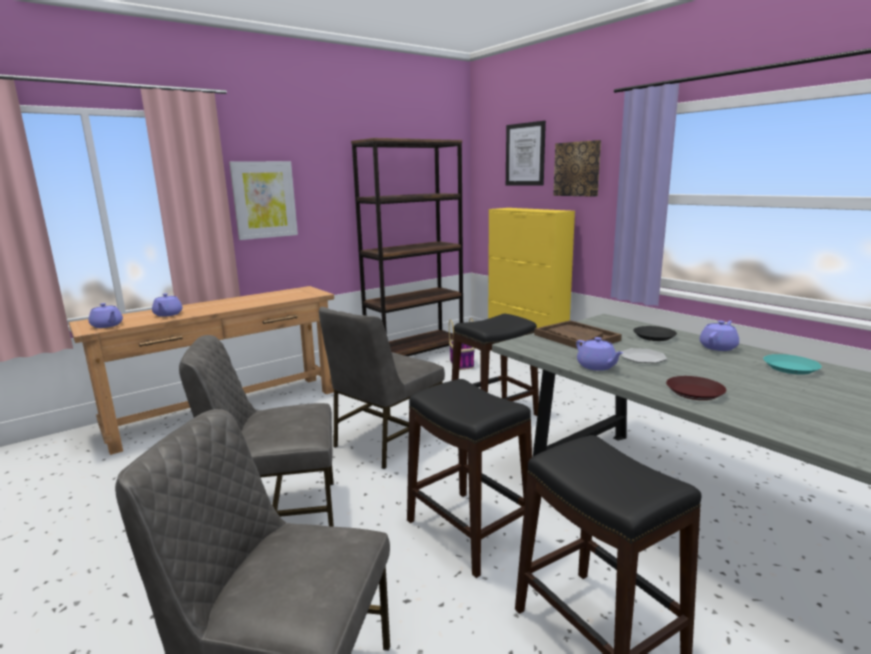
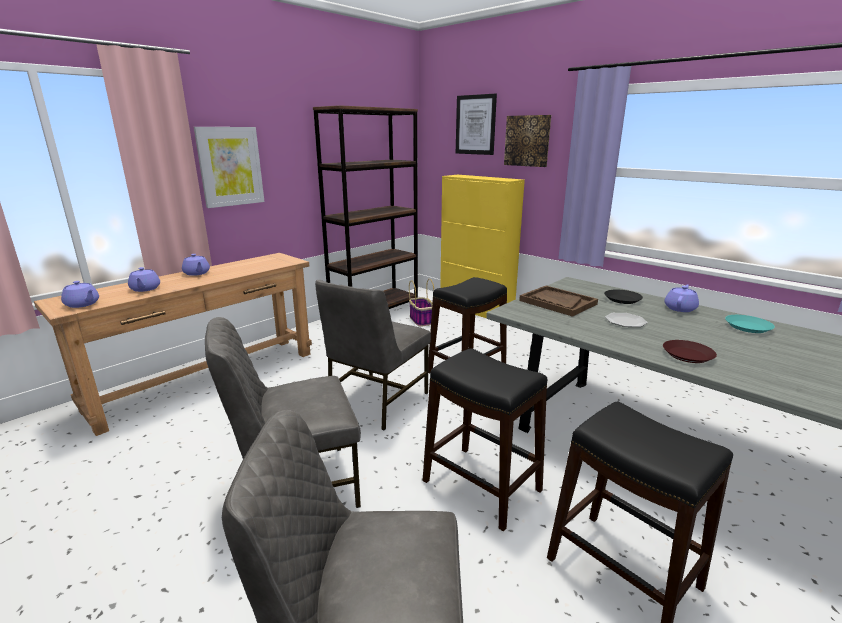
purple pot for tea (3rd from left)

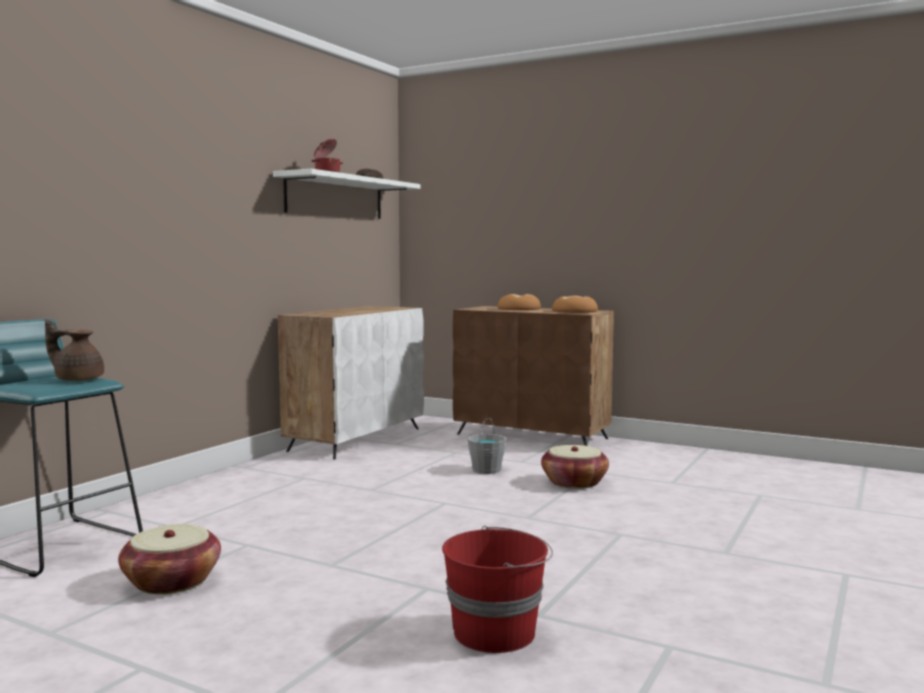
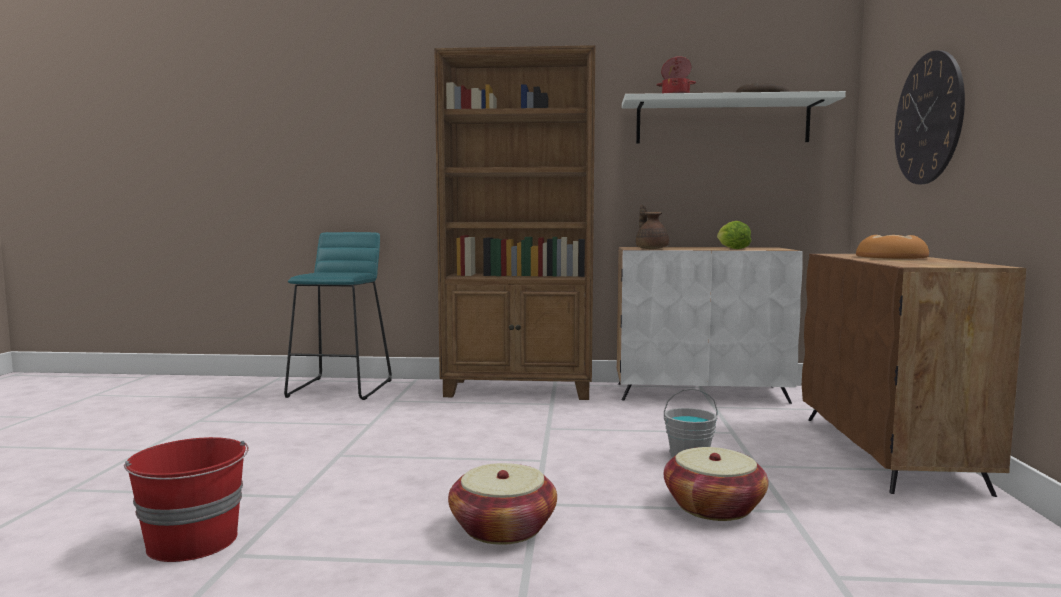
brownish pot for tea
storage basket (1st from left)
baked bread (3rd from left in the first image)
brownish bookcase
lettuce head
hanging clock

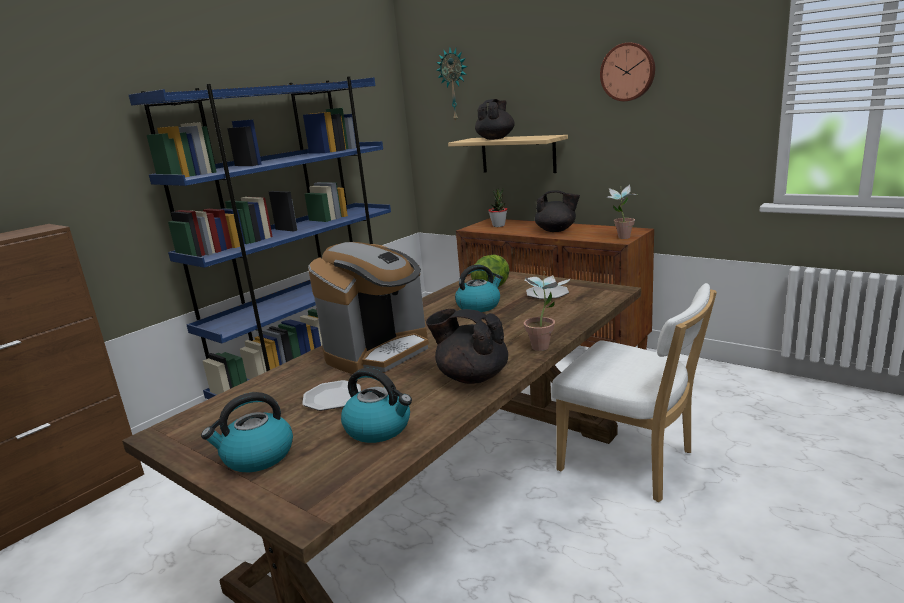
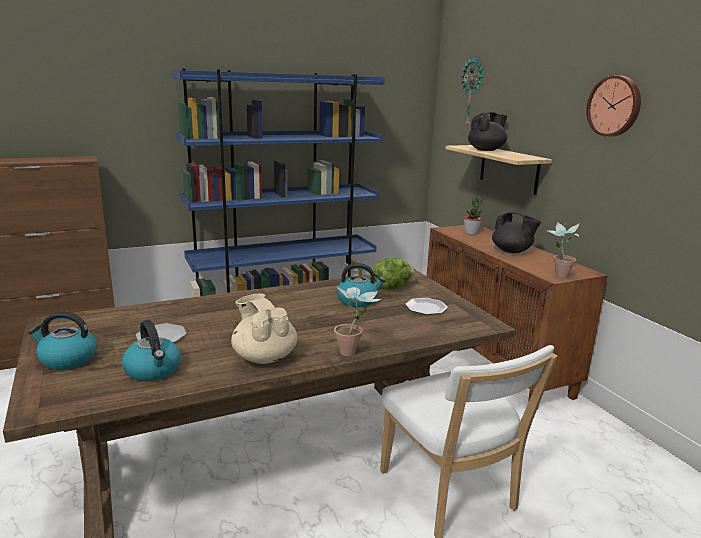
coffee machine
sand-coloured pot for tea

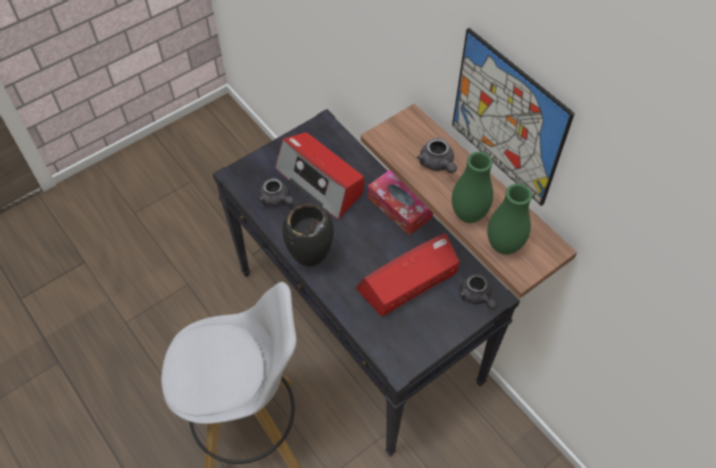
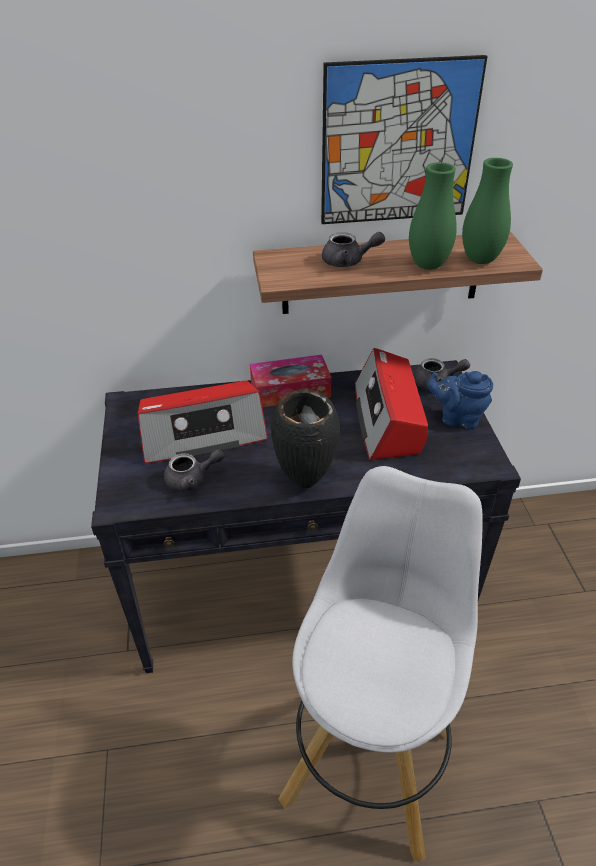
blue-coloured pot for tea

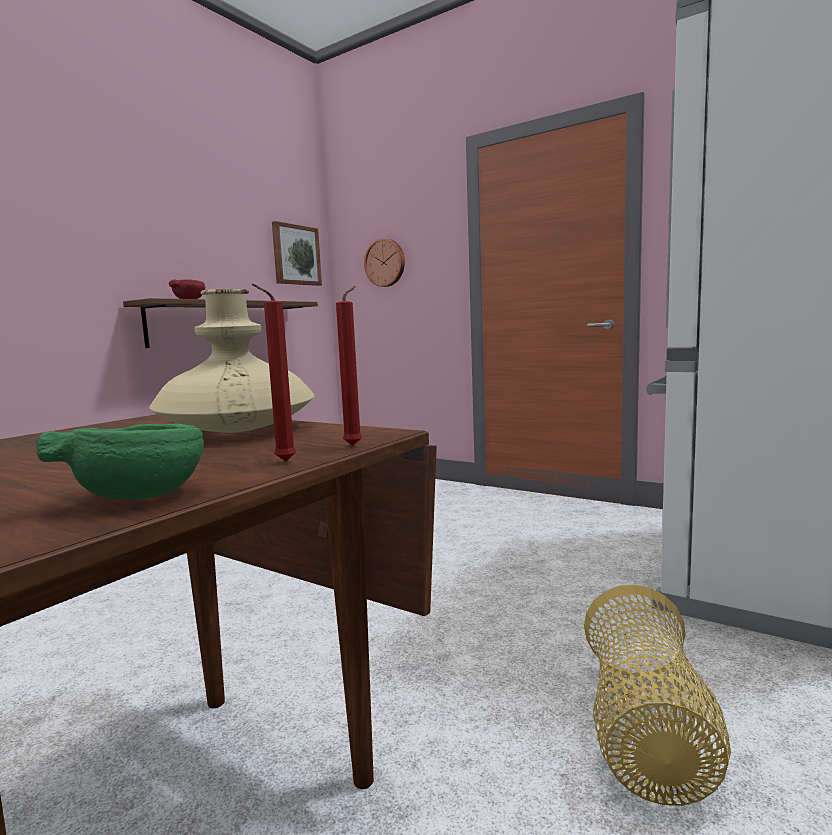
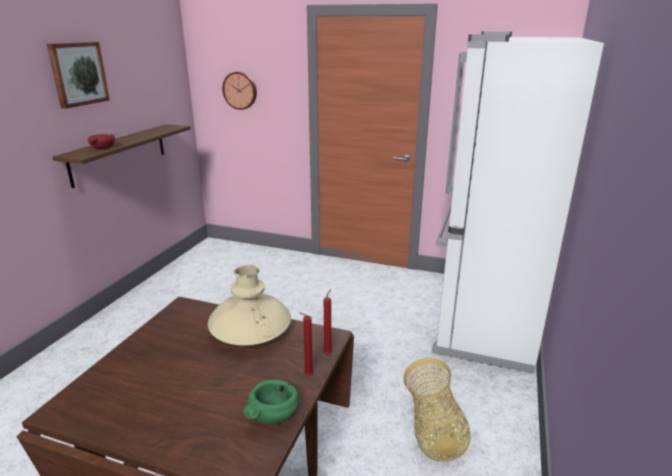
wall art

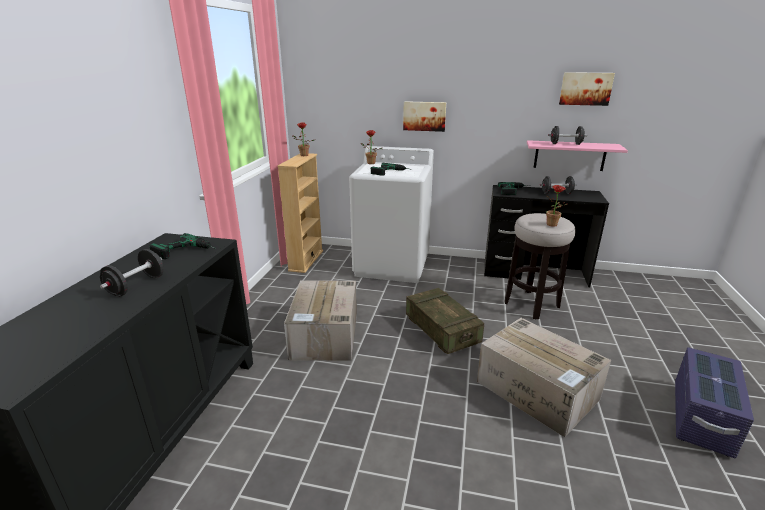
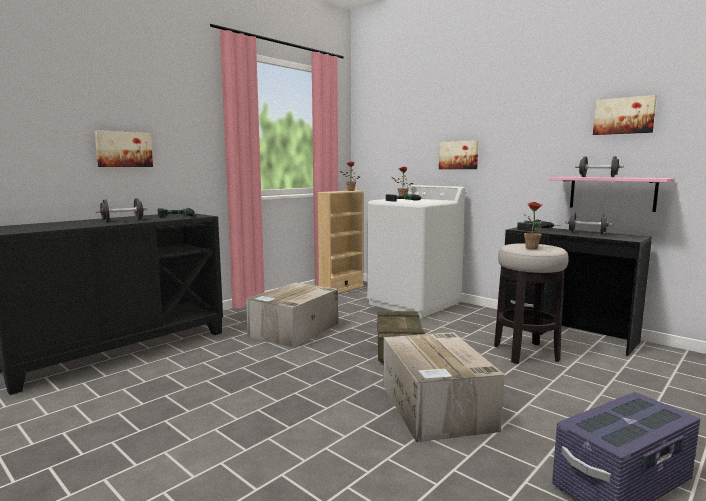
wall art (1st from left)

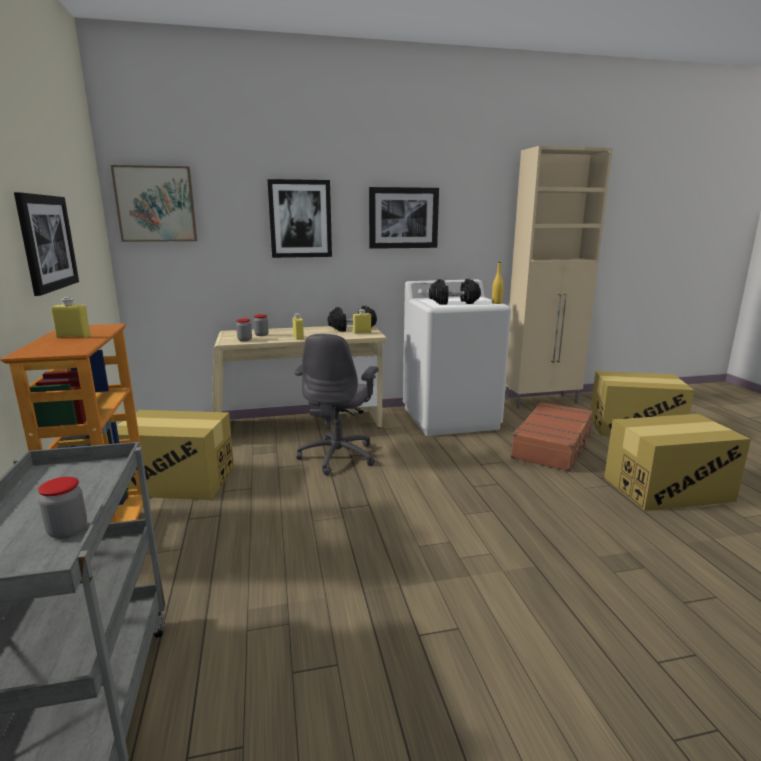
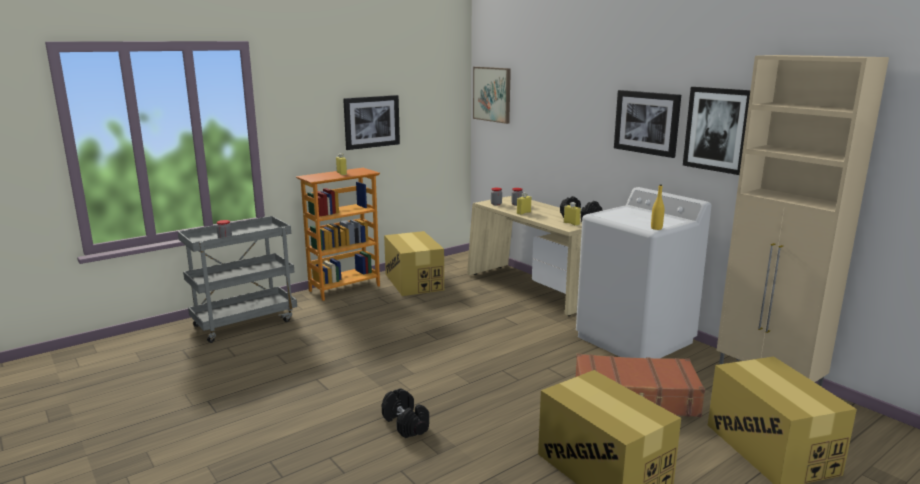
wall art (4th from left)
greyish office chair
blackish hand weight (1st from left)

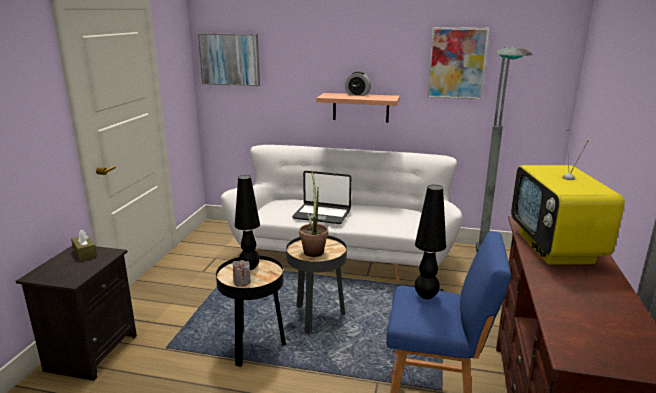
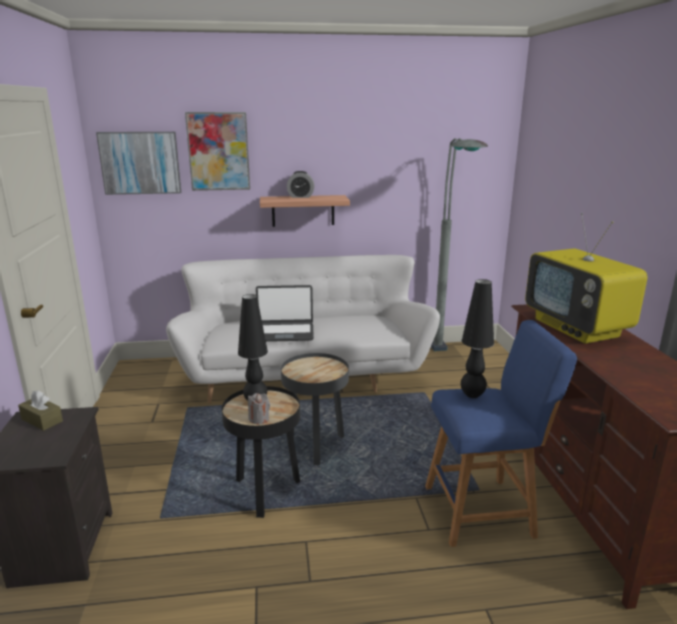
plant in a pot
wall art (2nd from left)

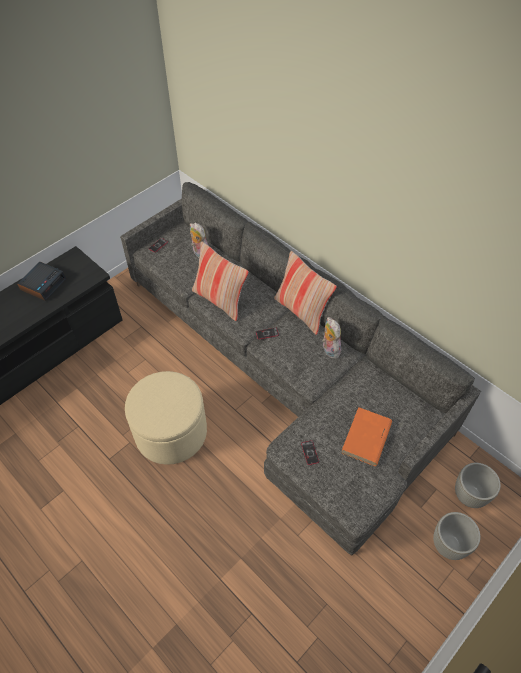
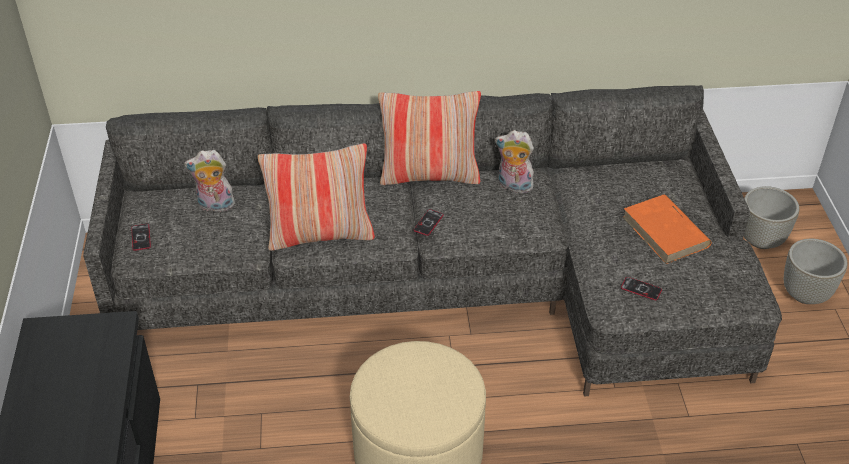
alarm clock

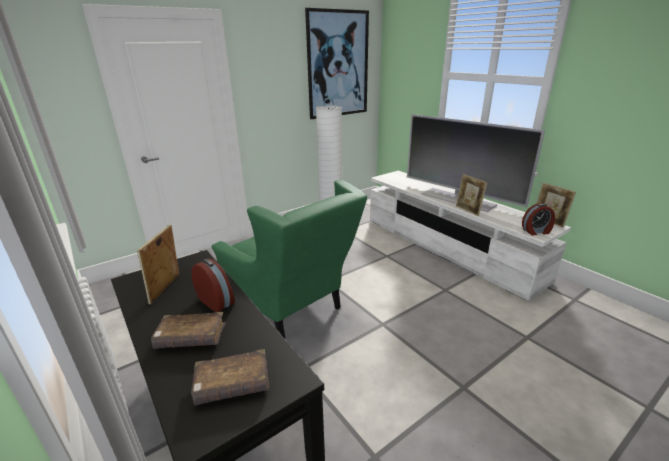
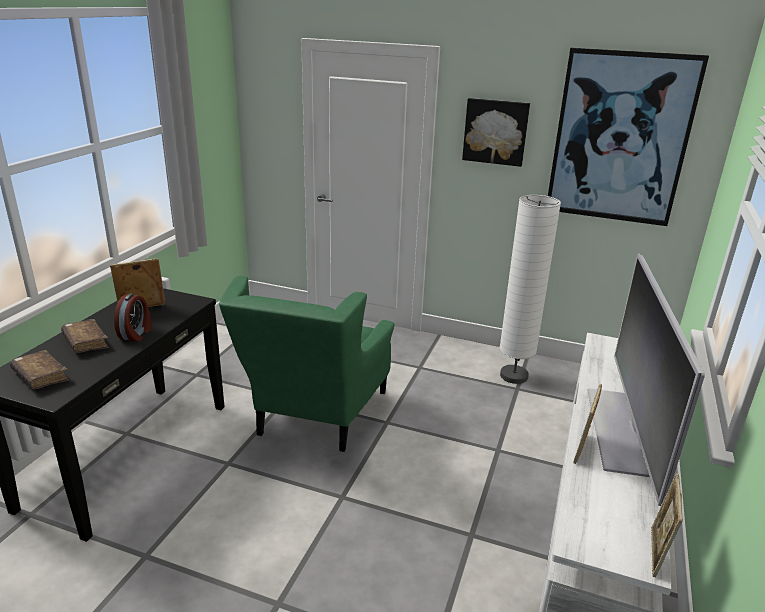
alarm clock (2nd from left in the first image)
wall art (1st from left)

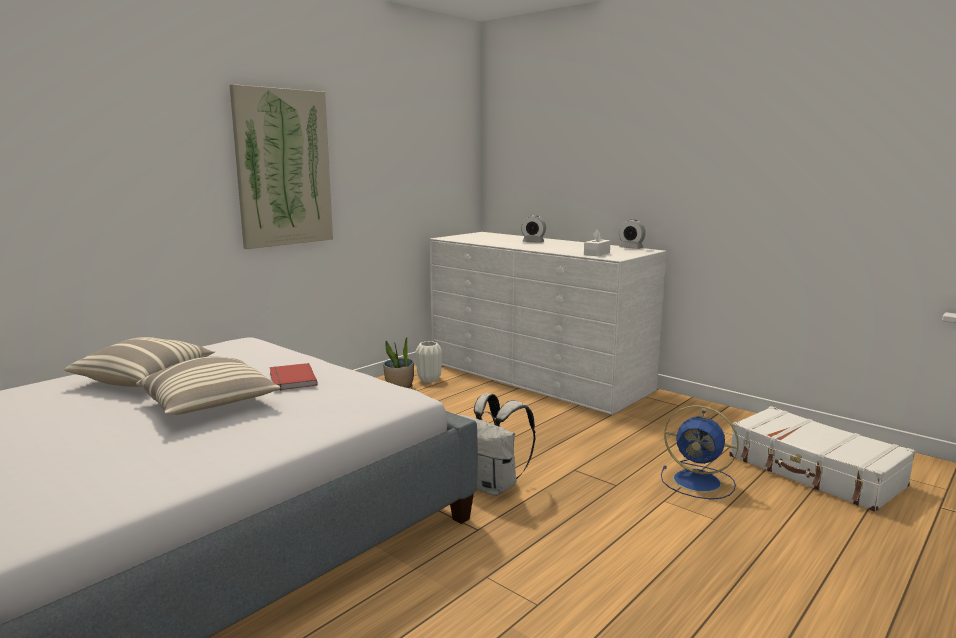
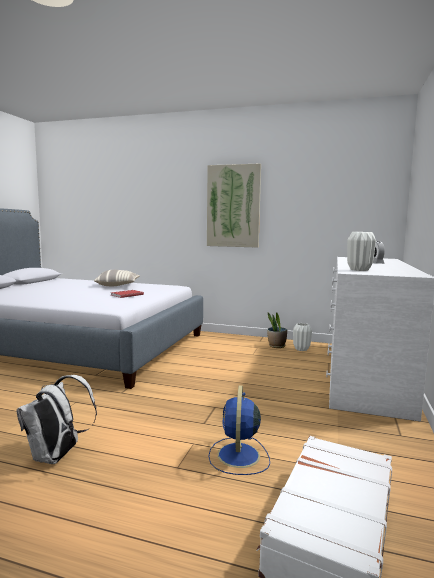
throw pillow (2nd from left in the first image)
white-coloured backpack
white-coloured decorative vase (2nd from left)
alarm clock (2nd from left in the first image)

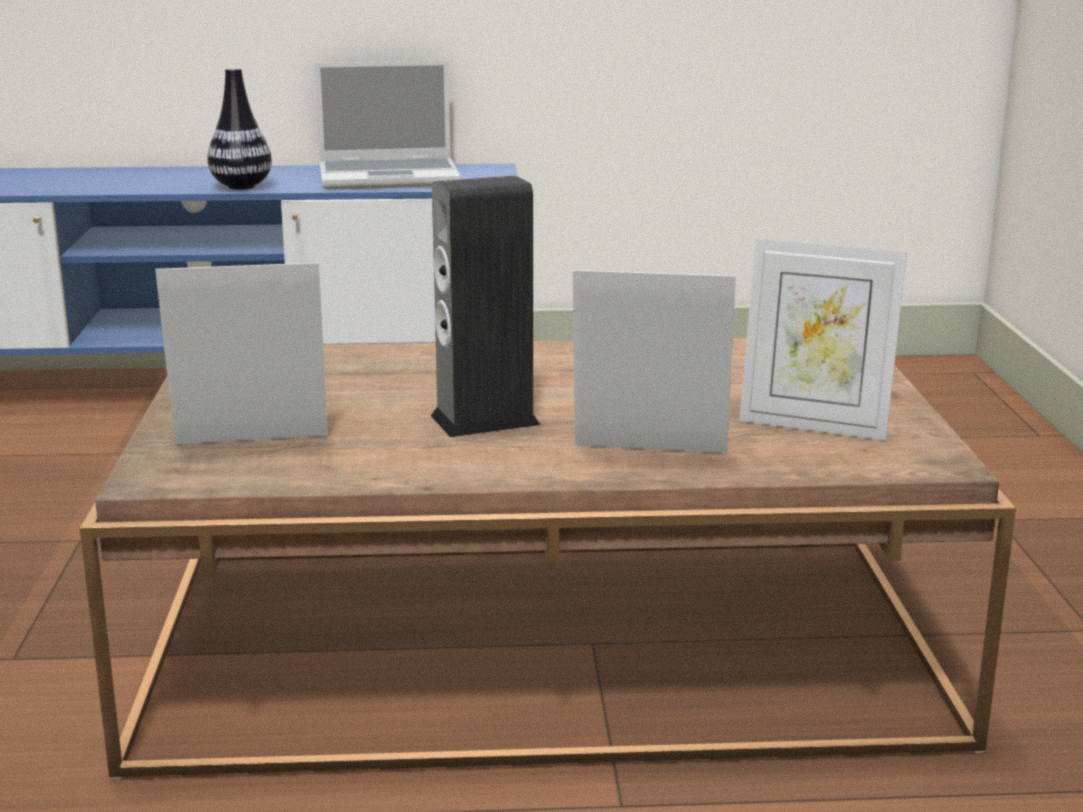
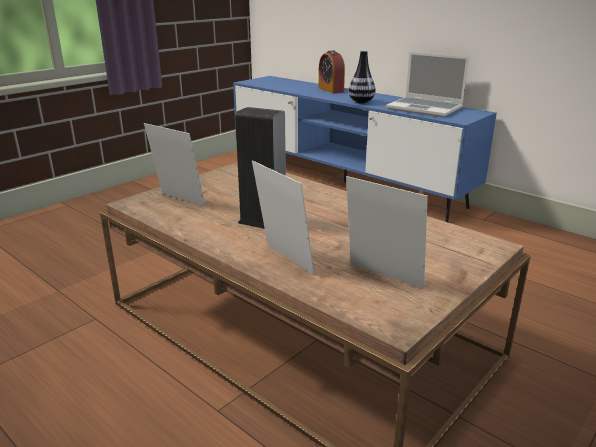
standing frame (3rd from left)
alarm clock

